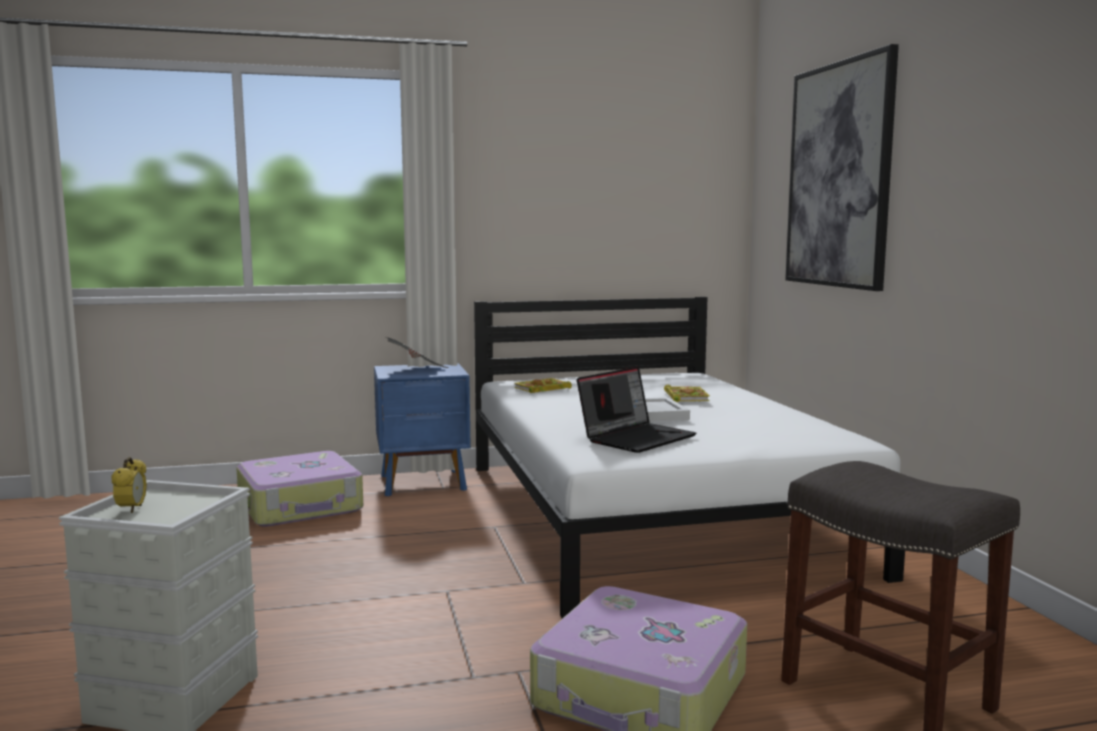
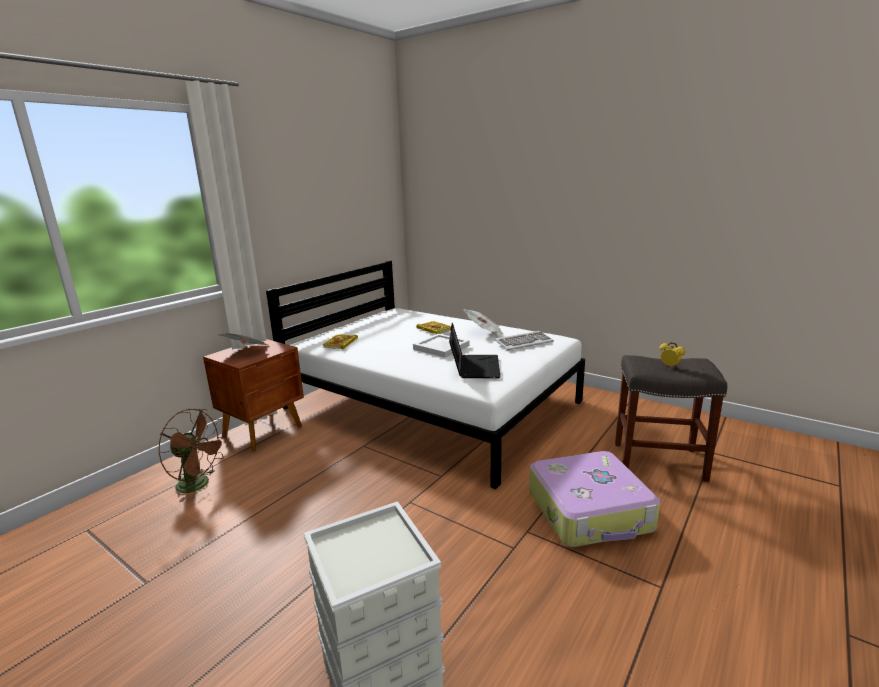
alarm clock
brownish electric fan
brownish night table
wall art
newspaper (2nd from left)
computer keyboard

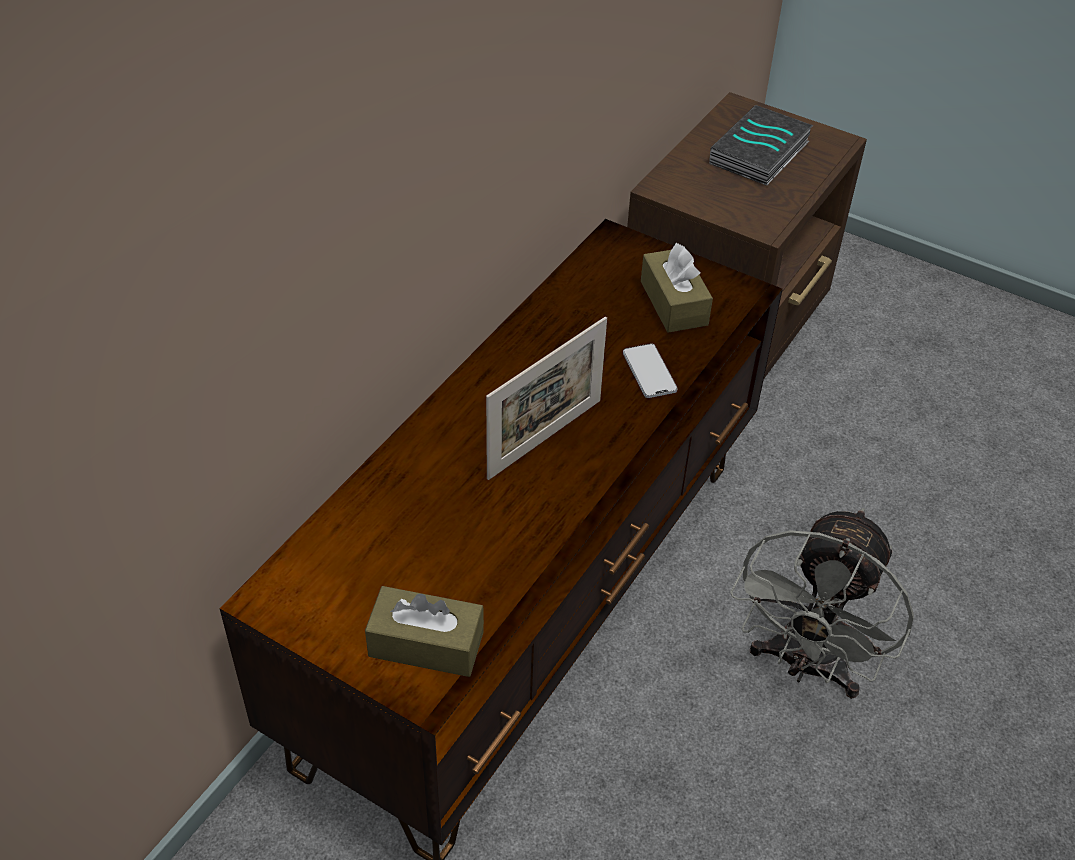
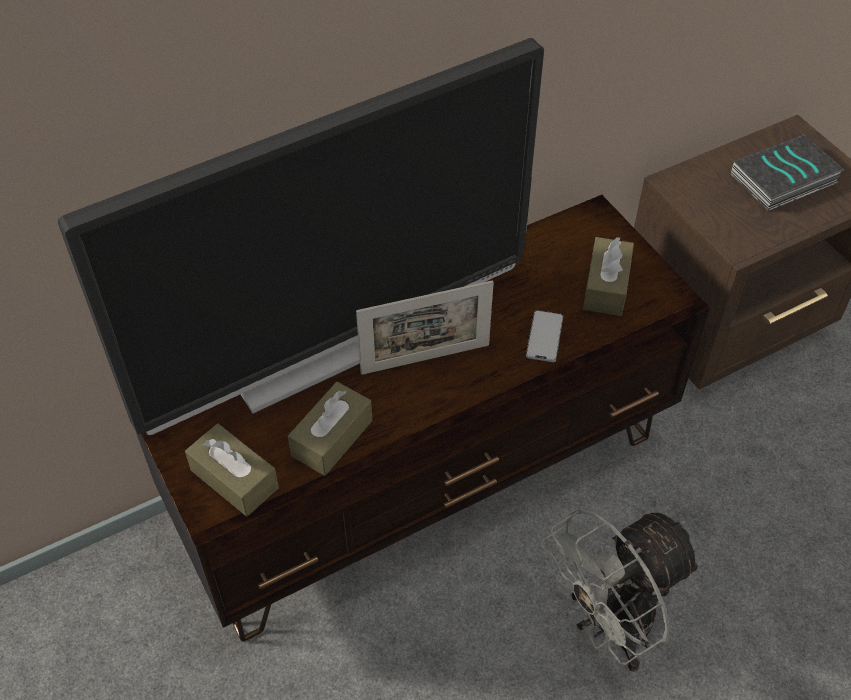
TV
brownish tissue holder (2nd from left)

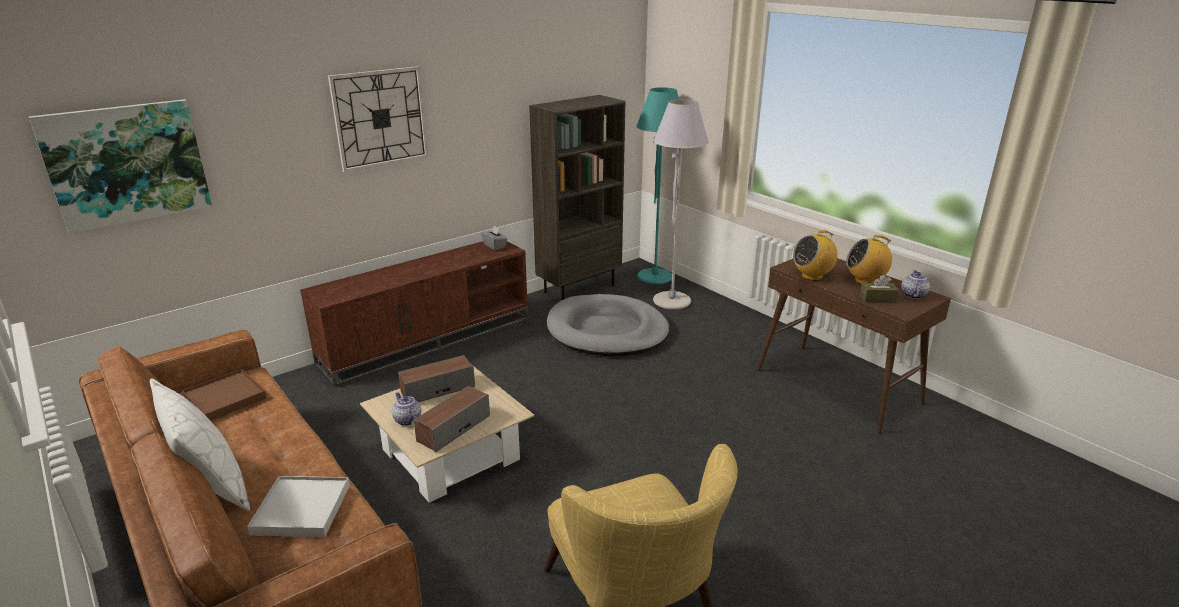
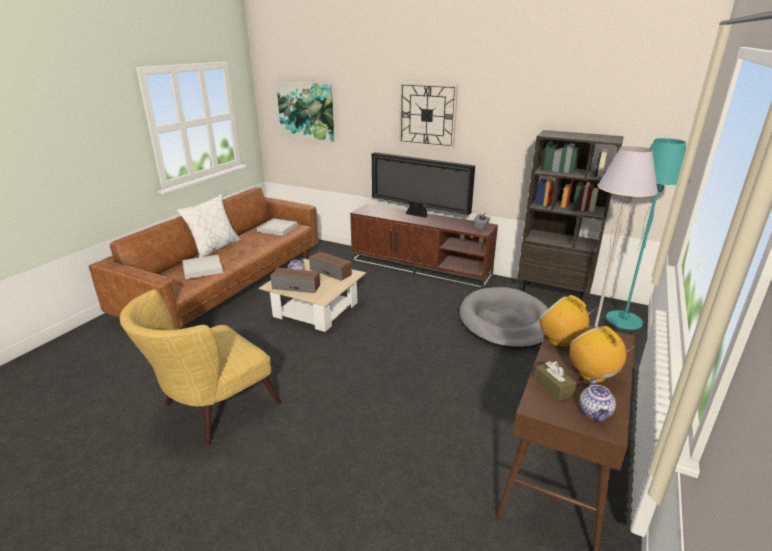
white-coloured tray (2nd from left)
pot for tea (2nd from left)
TV

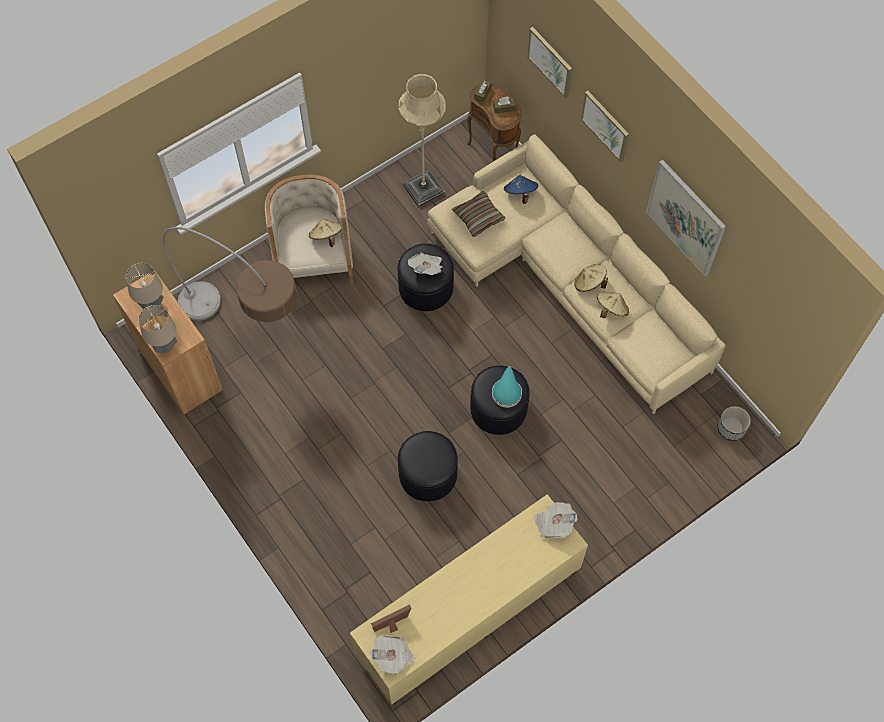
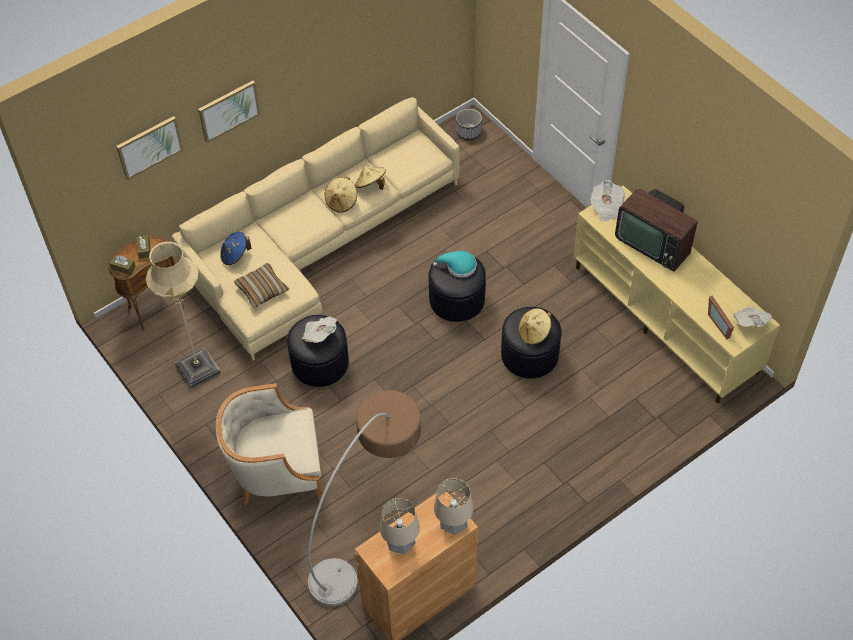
sand-coloured hat (3rd from left)
wall art (3rd from left in the first image)
TV

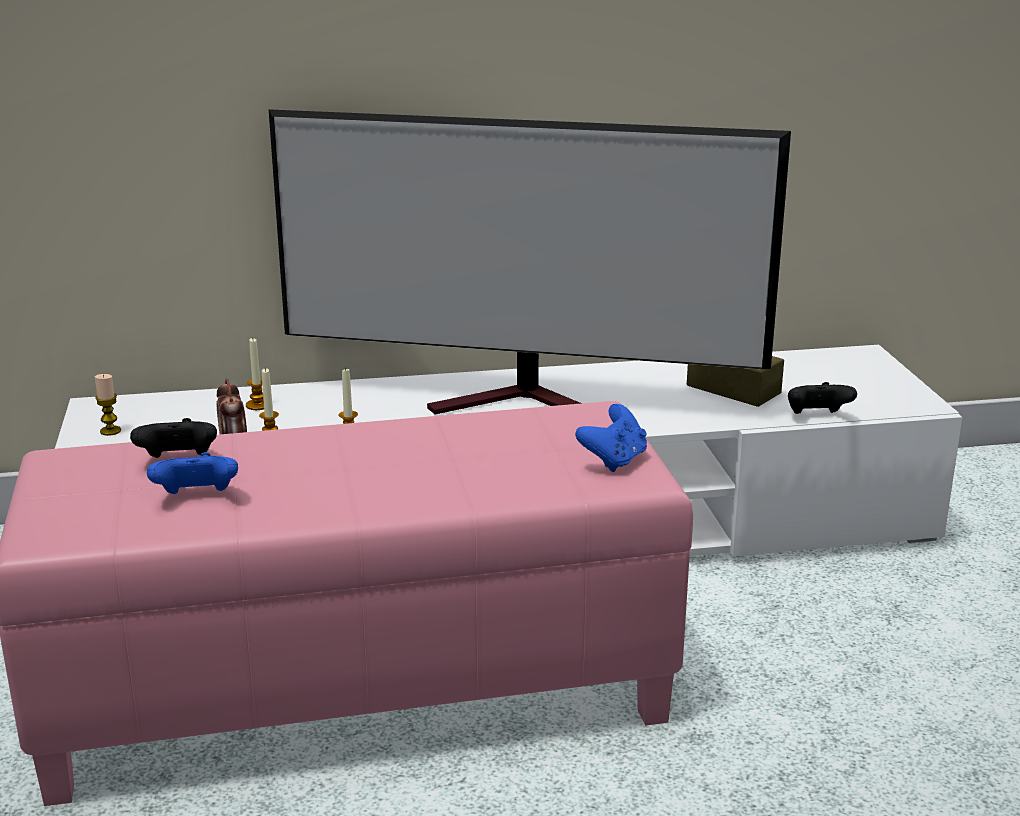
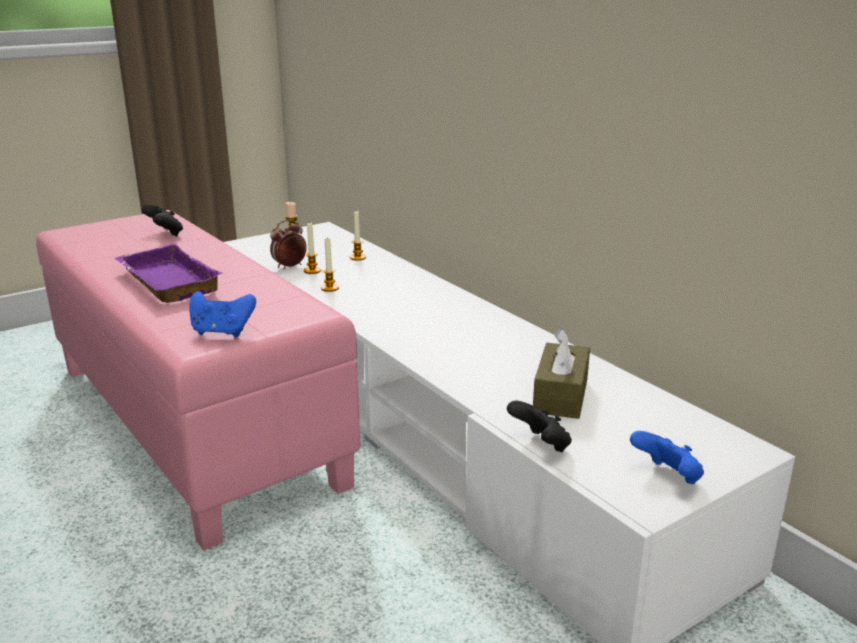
blue-coloured gamepad (2nd from left)
TV
purple tray

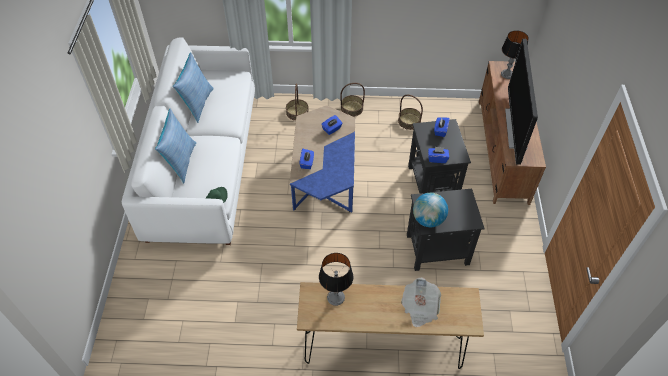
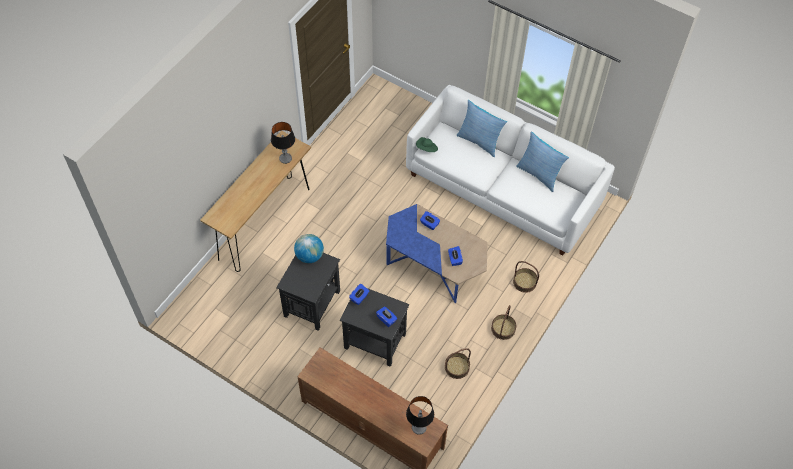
newspaper
TV

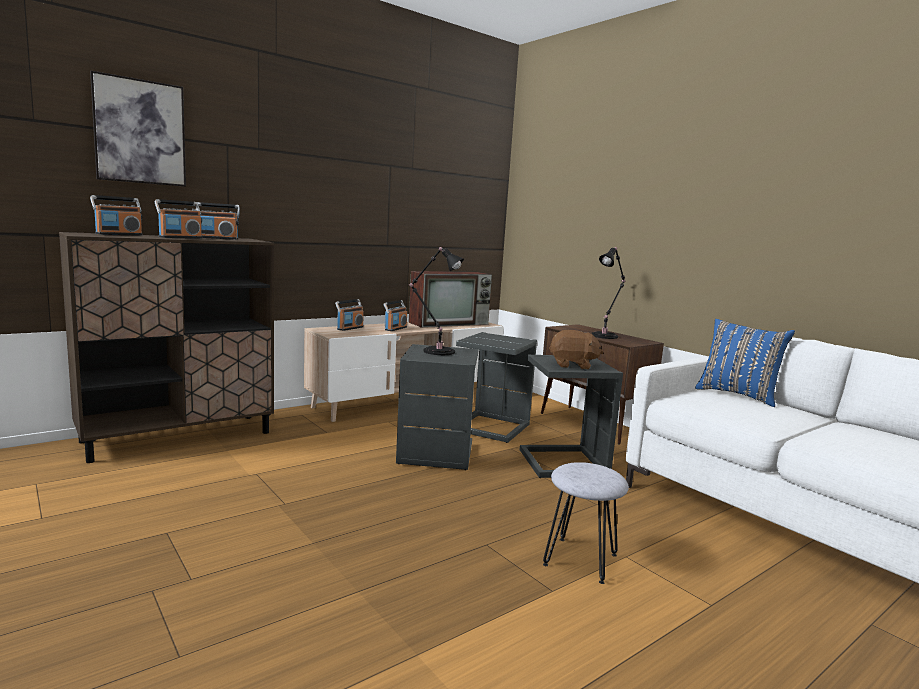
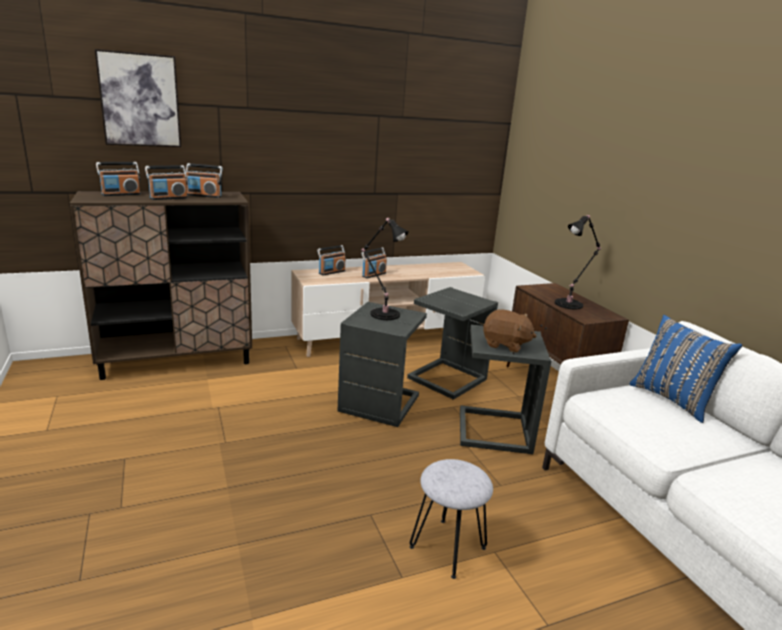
TV

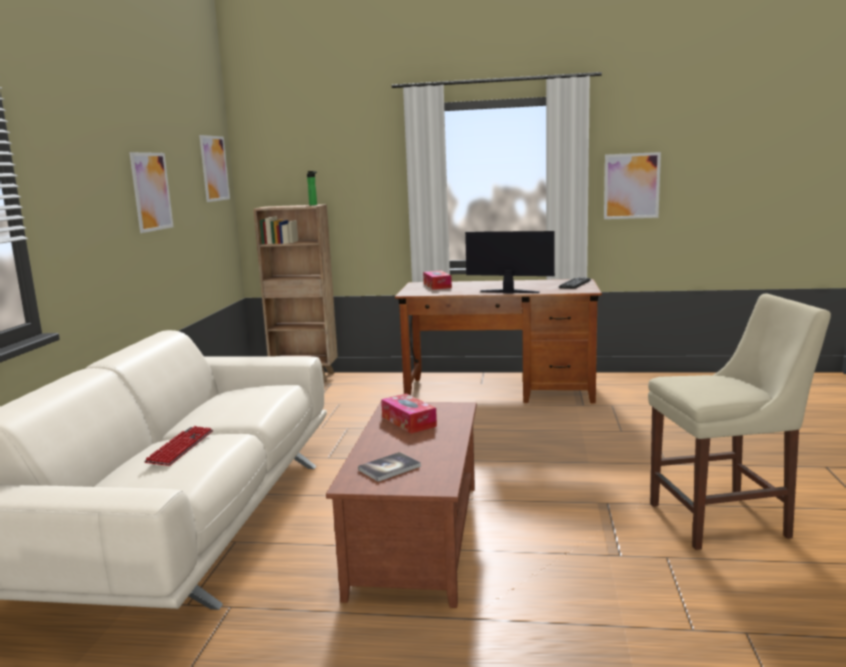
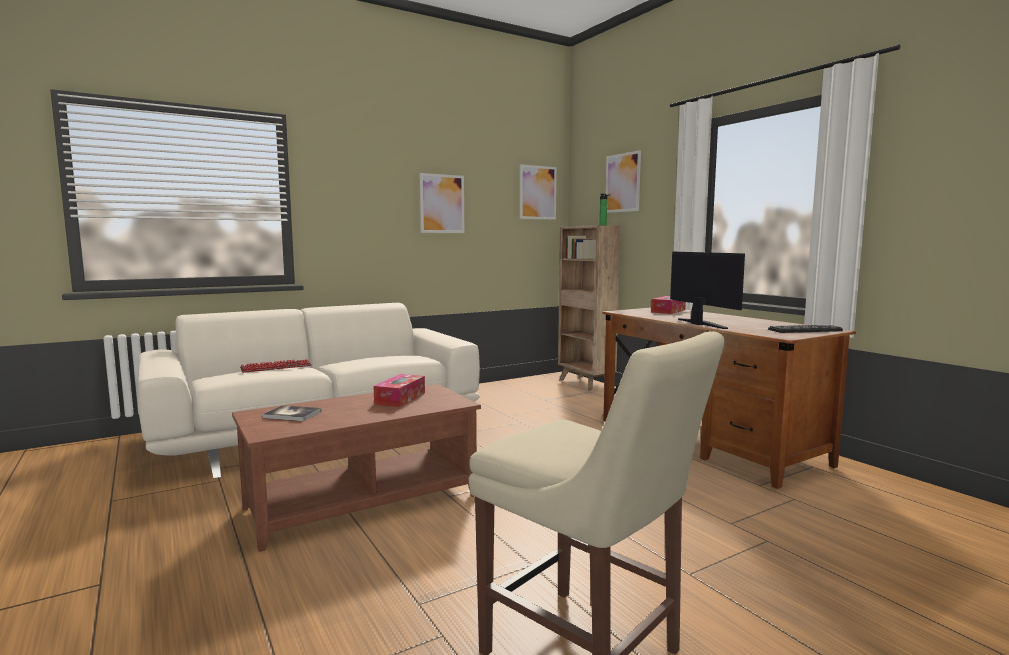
wall art (3rd from left)

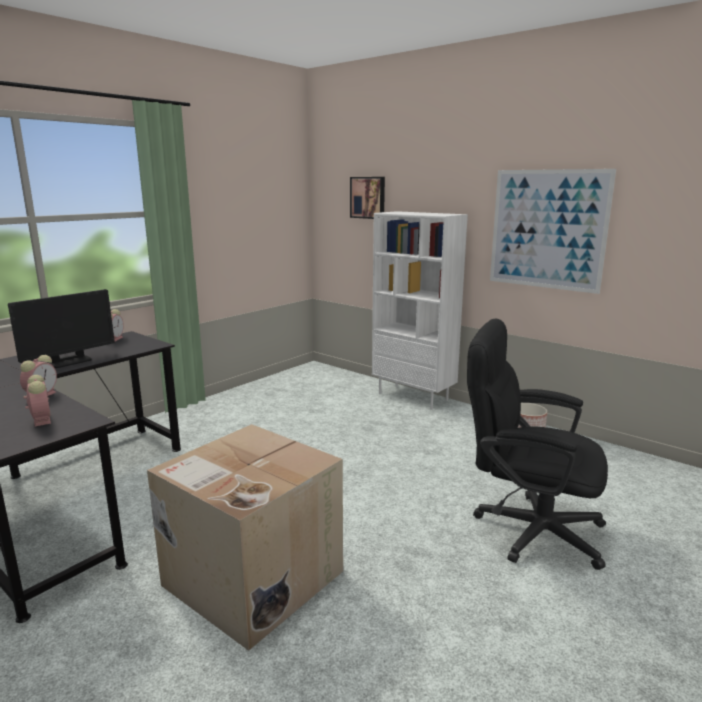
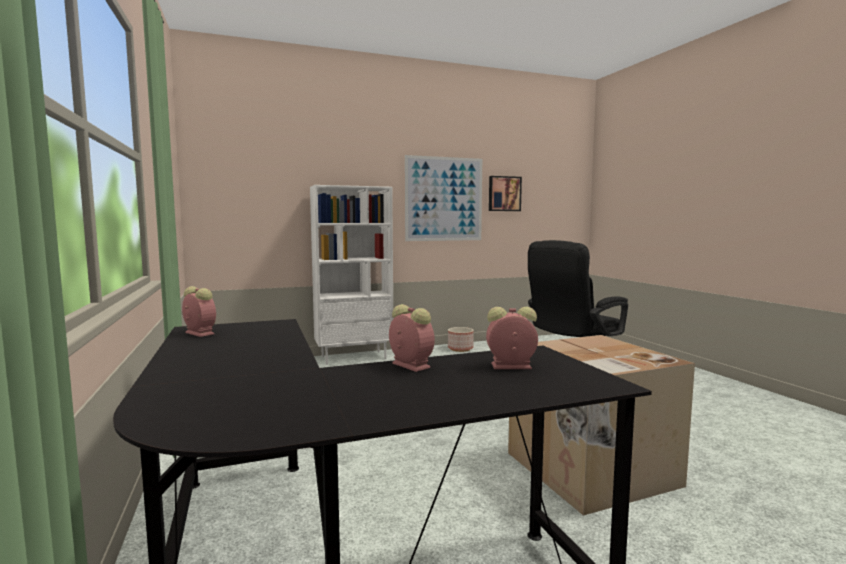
computer display
wall art (2nd from left)

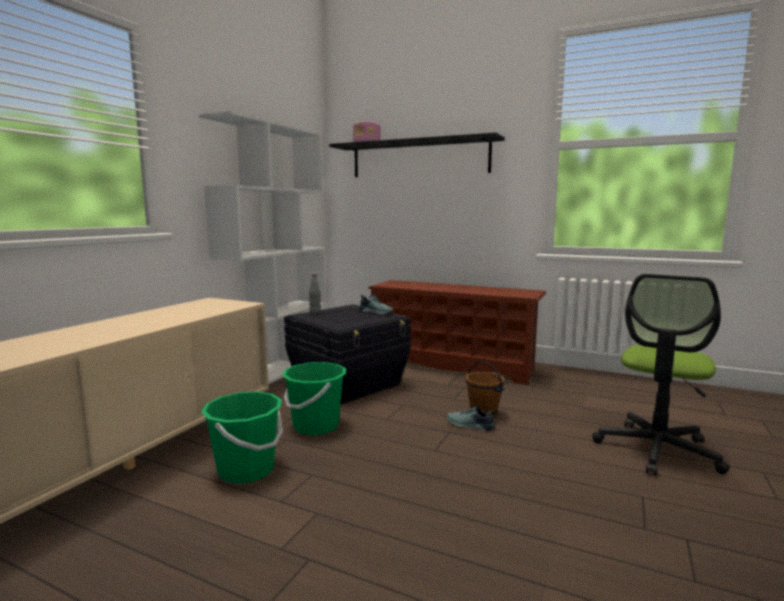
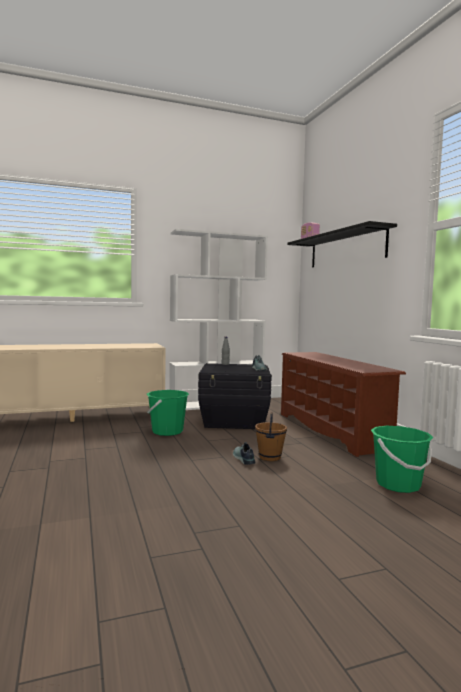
green bucket (2nd from left)
office chair

